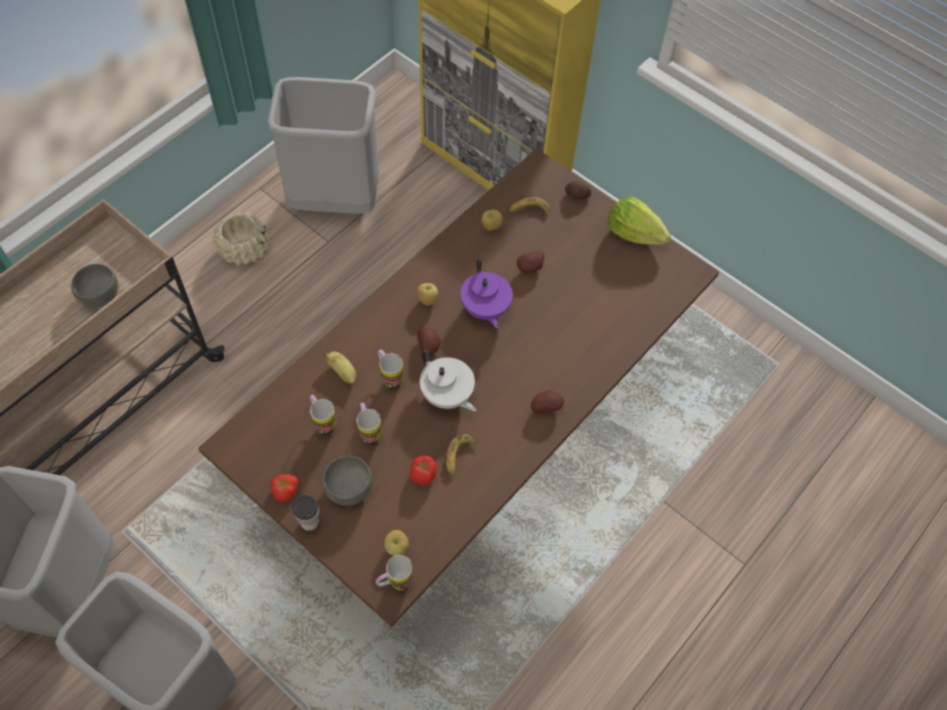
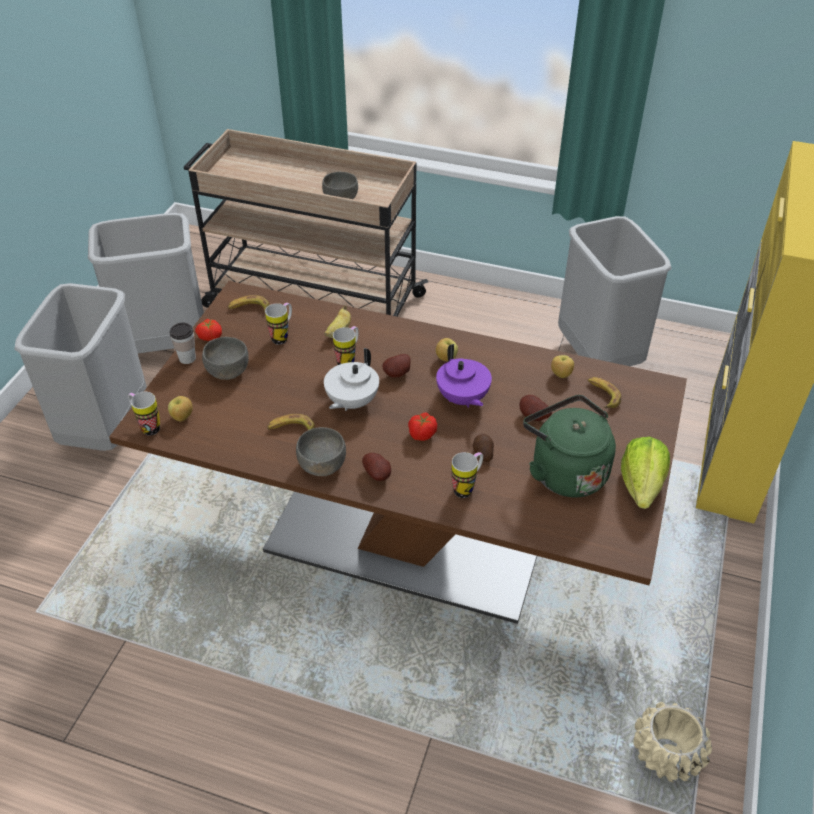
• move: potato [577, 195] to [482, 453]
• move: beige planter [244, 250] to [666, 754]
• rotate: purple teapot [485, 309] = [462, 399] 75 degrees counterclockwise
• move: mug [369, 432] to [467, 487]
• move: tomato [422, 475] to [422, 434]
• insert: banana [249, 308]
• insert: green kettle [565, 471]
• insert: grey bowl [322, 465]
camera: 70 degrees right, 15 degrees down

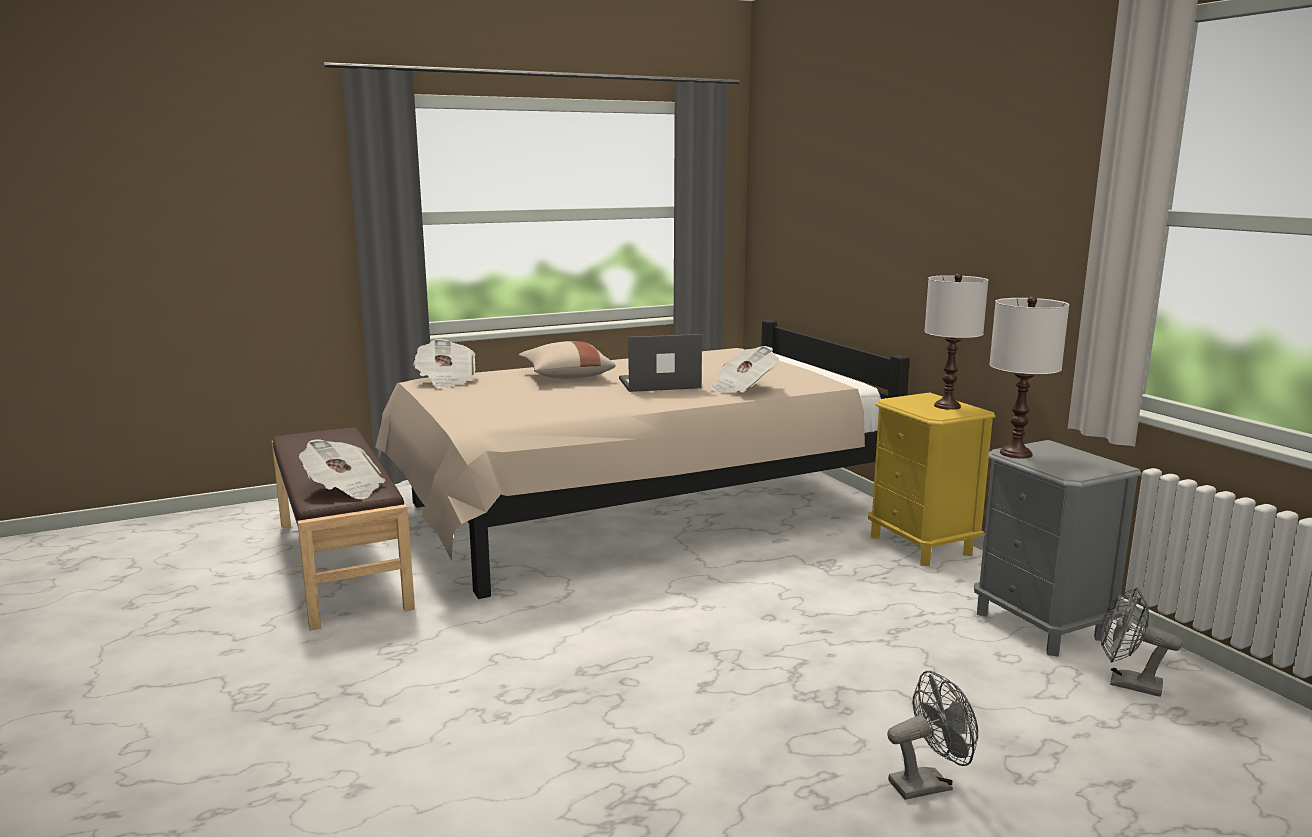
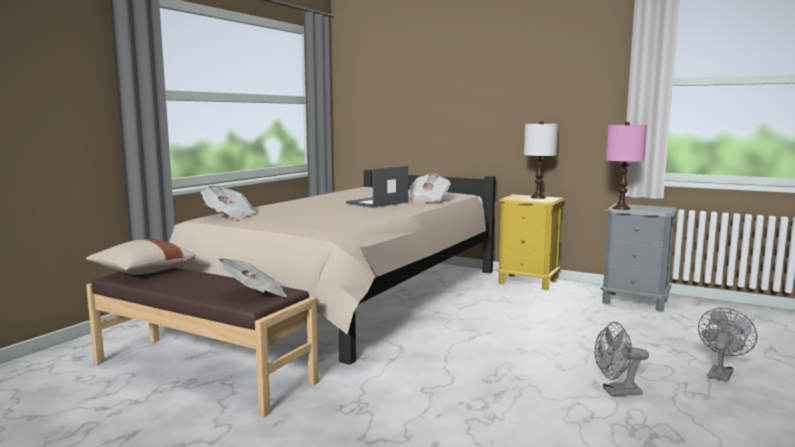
• recolor: white table lamp [1016, 453] to pink table lamp [621, 208]
• move: beige pillow [565, 377] to [142, 272]
• move: grey fan [1126, 683] to [616, 392]
camera: 35 degrees left, 5 degrees down

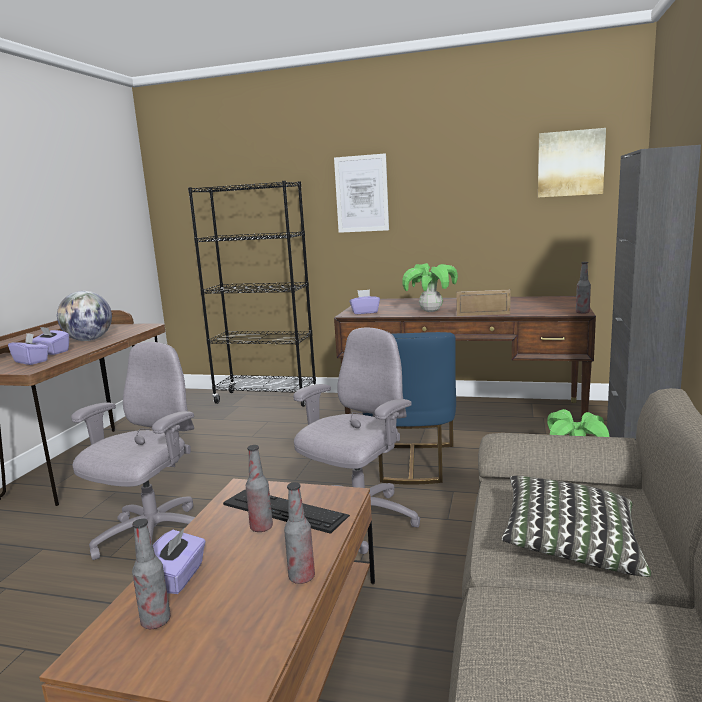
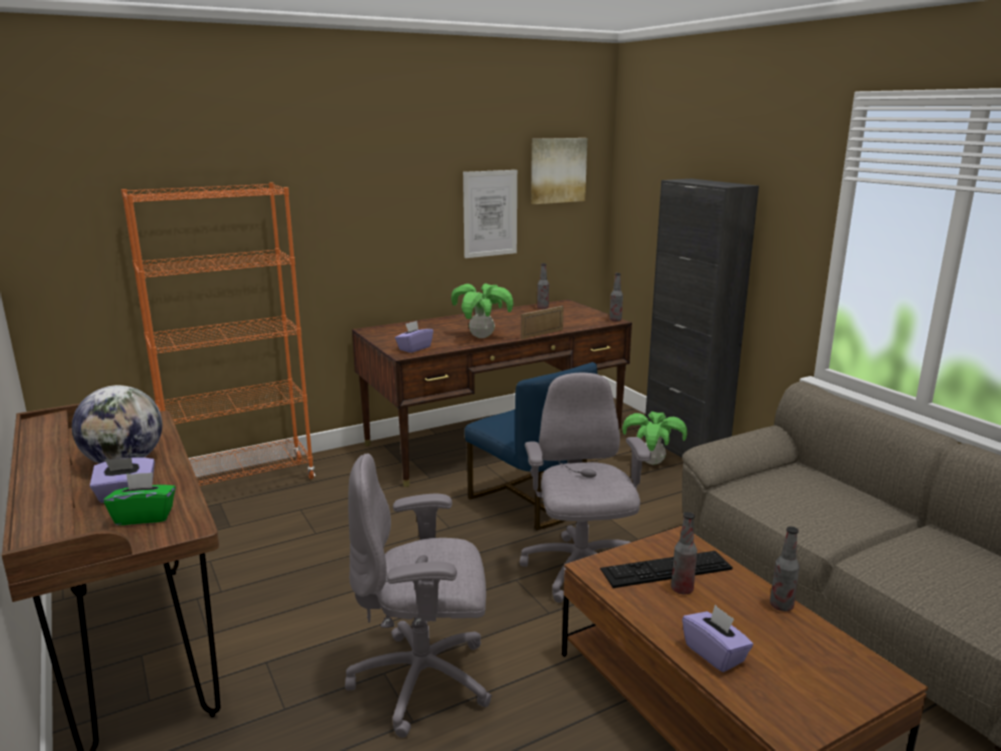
• move: picture [361, 194] to [490, 213]
• recolor: black bookcase [266, 399] to orange bookcase [242, 483]
• recolor: purple tissue box [31, 361] to green tissue box [144, 516]
• rotate: grey office chair [153, 539] = [424, 681] 75 degrees counterclockwise
• delete: pillow [570, 545]
• move: bottle [156, 621] to [542, 308]
camera: 45 degrees left, 5 degrees up

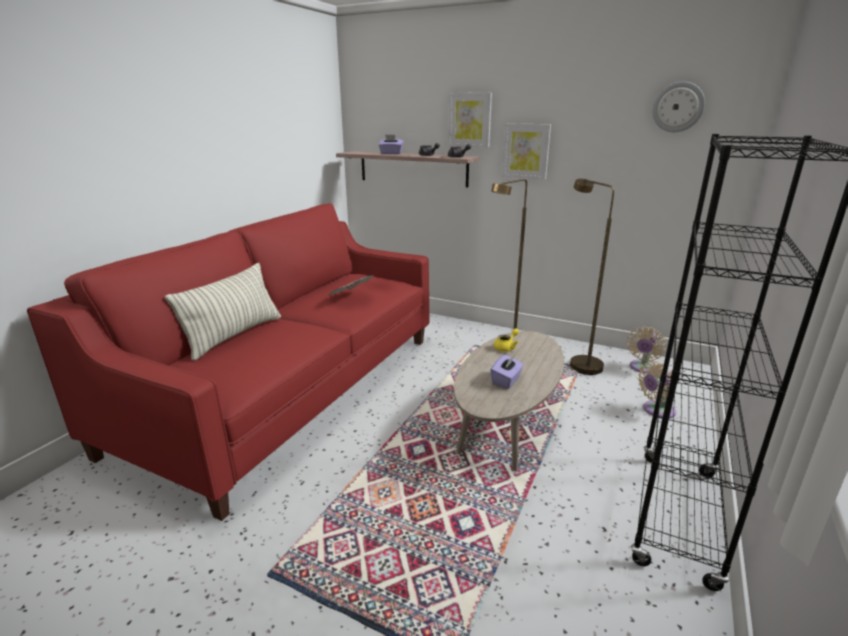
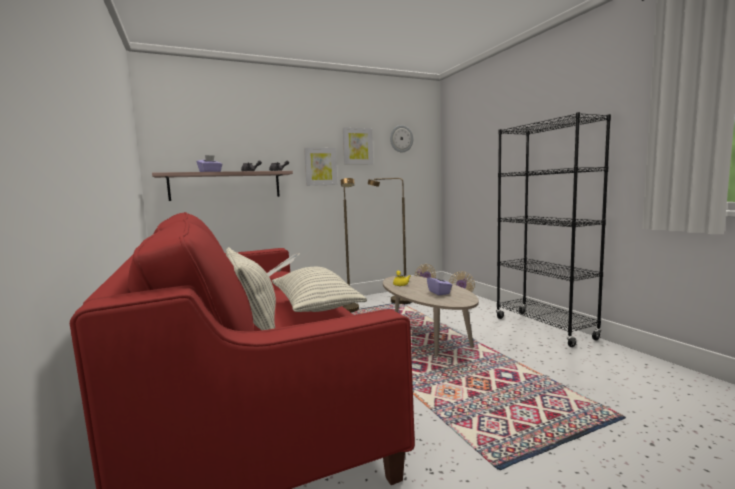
• move: picture [470, 120] to [357, 146]
• insert: pillow [315, 306]
camera: 50 degrees left, 15 degrees down

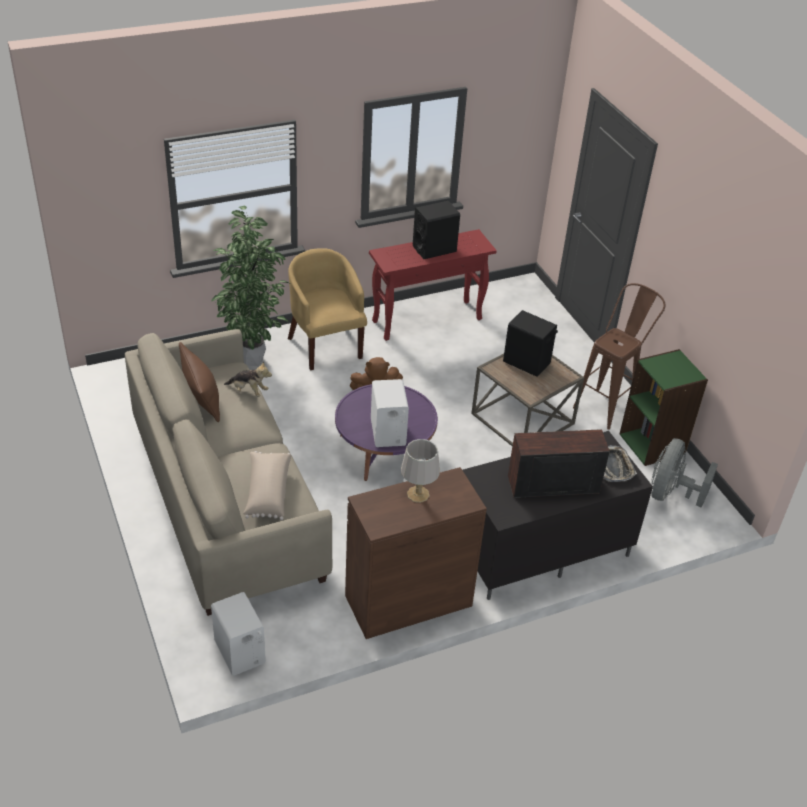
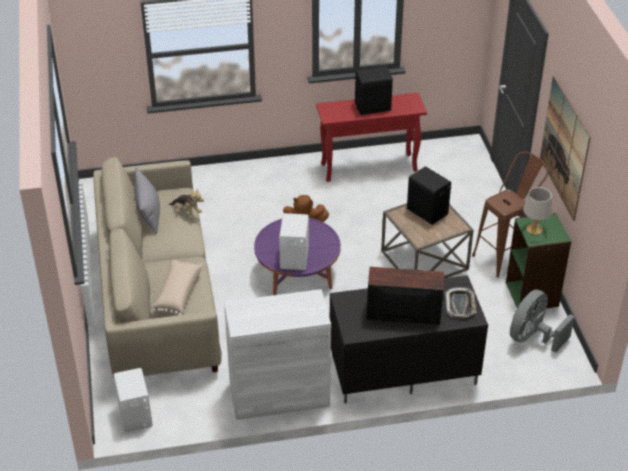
• delete: potted plant [254, 358]
• delete: yellow armchair [325, 345]
• recolor: brown pillow [201, 397] to grey pillow [148, 213]
• move: grey table lamp [417, 494] to [534, 229]
• recolor: brown cabinet [408, 601] to white cabinet [279, 395]
• insert: picture [565, 148]
camera: 15 degrees right, 0 degrees up

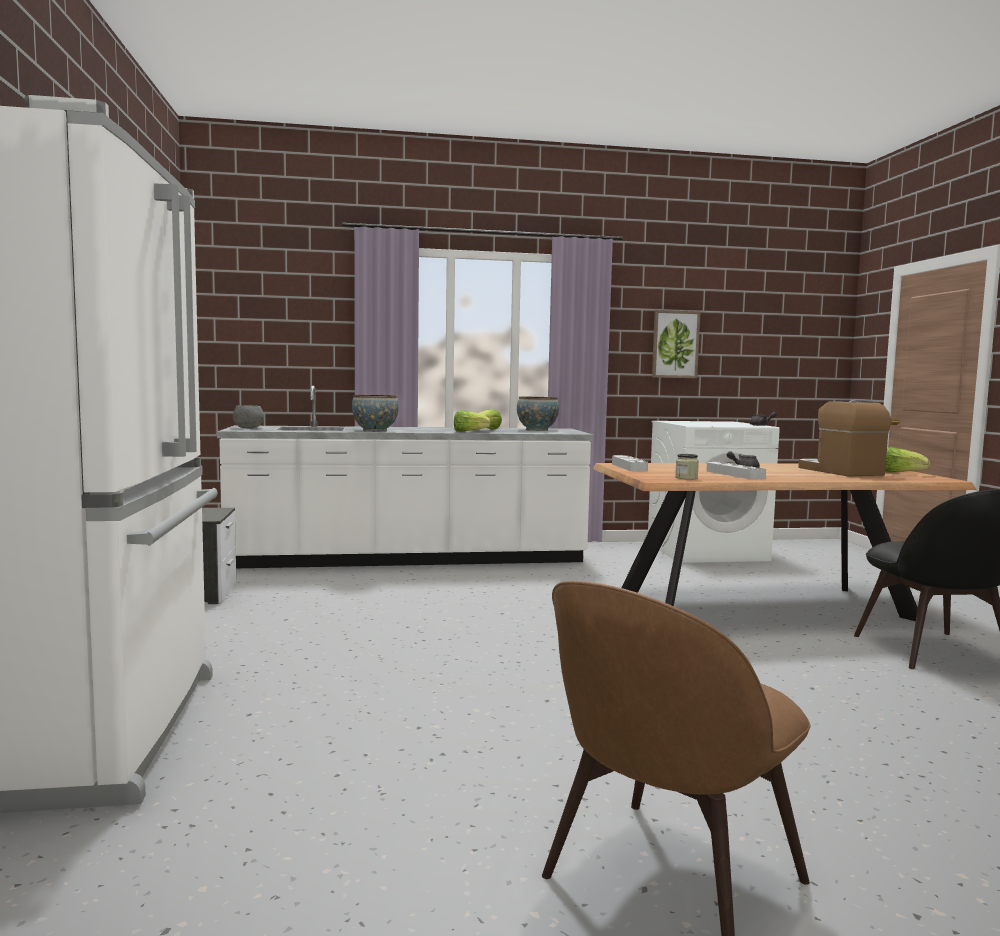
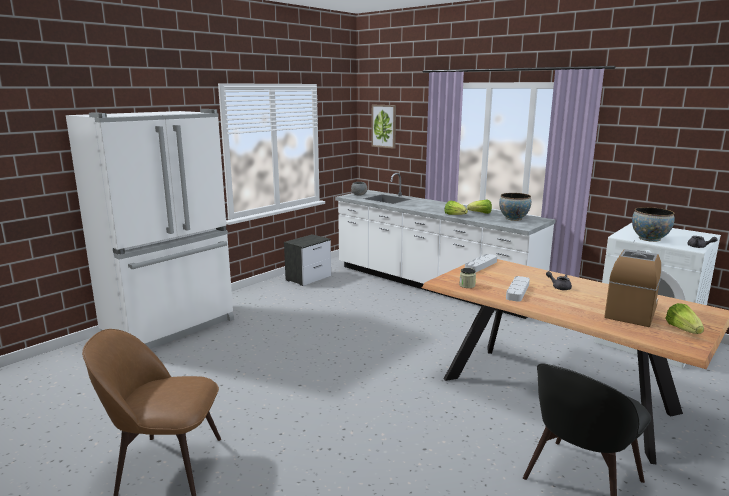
• move: picture [675, 344] to [384, 126]
• move: bowl [375, 431] to [649, 239]
camera: 50 degrees right, 10 degrees up

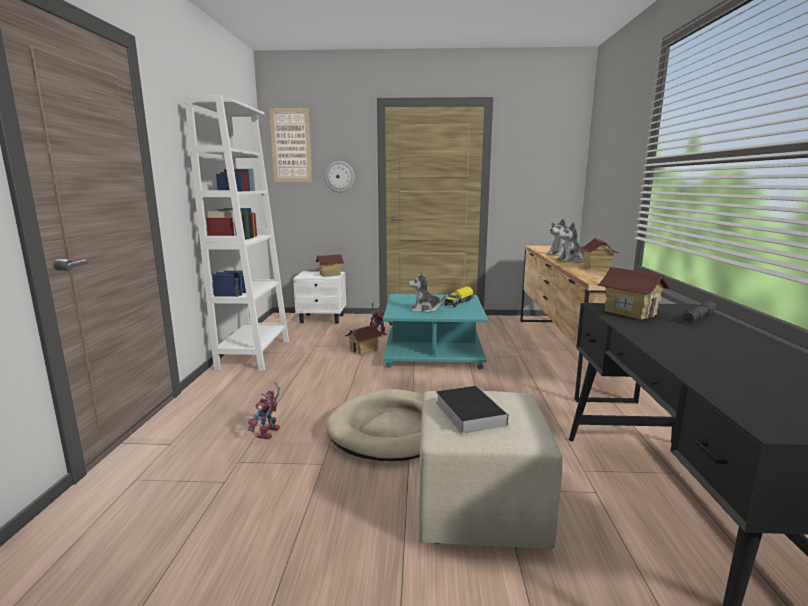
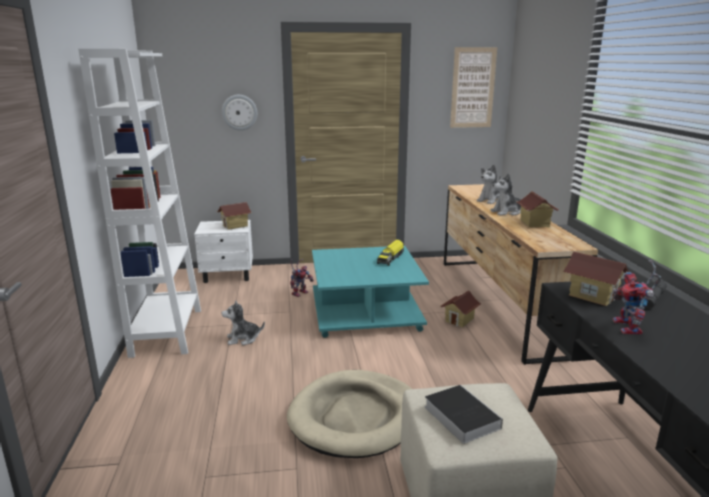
• move: picture [291, 145] to [473, 88]
• move: plush toy [425, 309] to [243, 339]
• move: toy house [364, 350] to [459, 320]
• move: toy robot [269, 434] to [630, 329]
camera: 10 degrees left, 5 degrees up

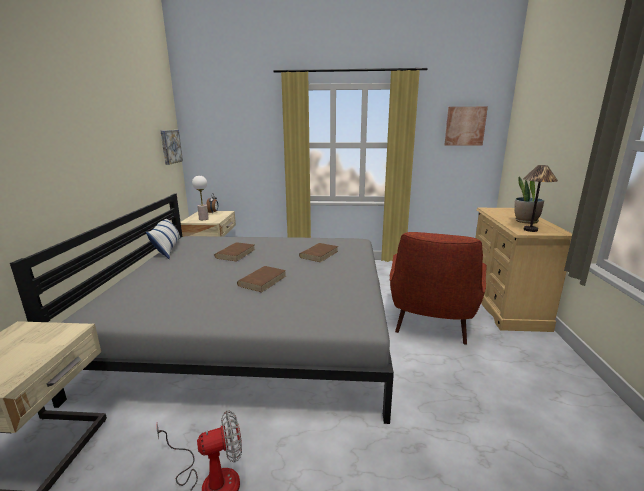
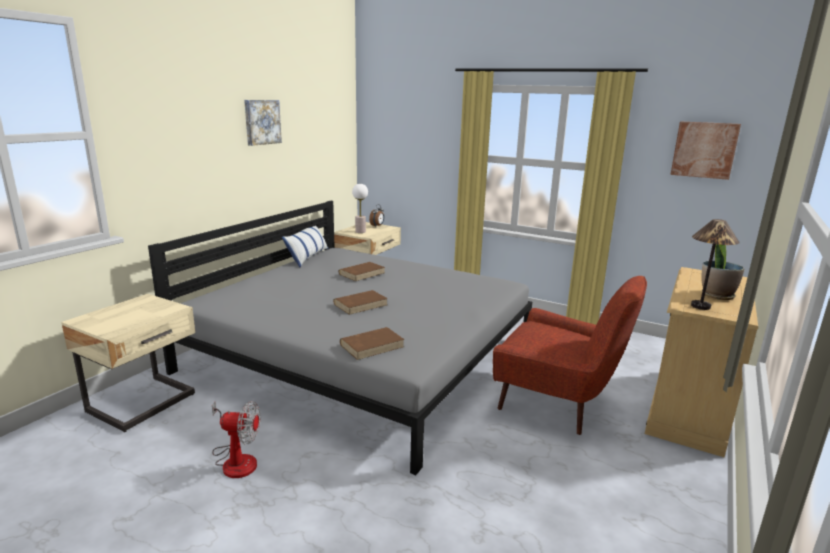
• move: picture [170, 146] to [261, 122]
• rotate: red armchair [431, 324] = [557, 403] 105 degrees counterclockwise
• move: brown book [319, 254] to [372, 345]
camera: 25 degrees right, 0 degrees up

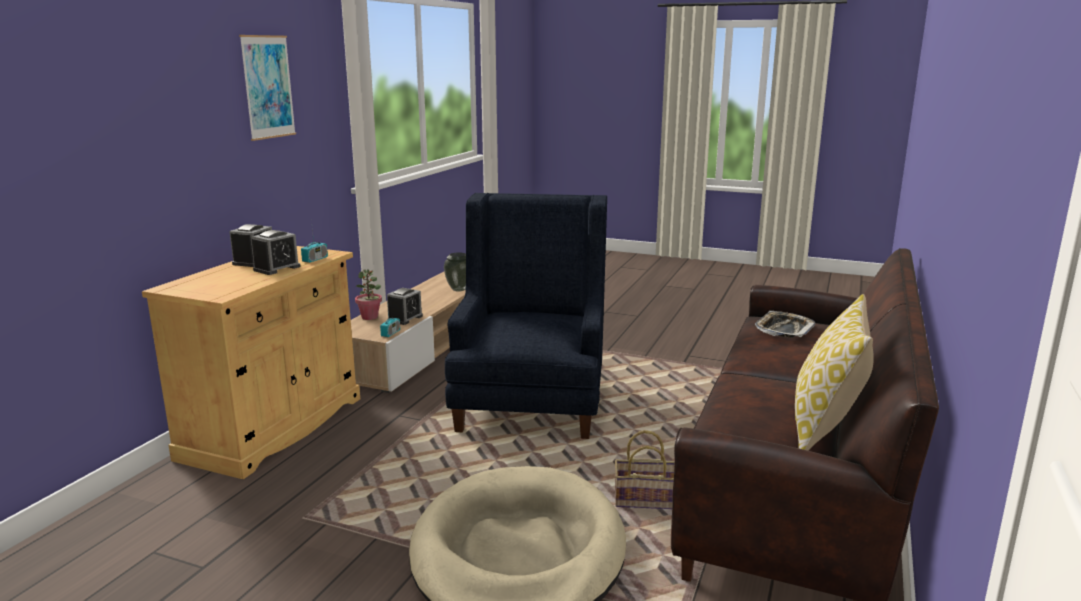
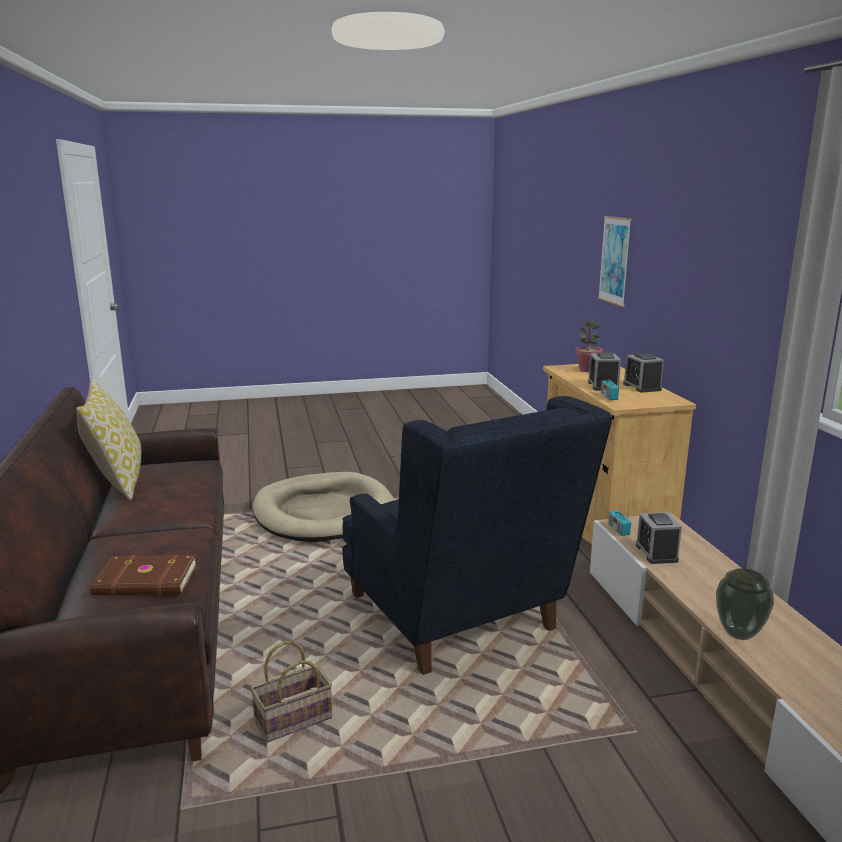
• move: picture [268, 87] to [614, 260]
• move: potted plant [370, 317] to [587, 370]
• replace: tray [784, 329] to brown book [146, 581]
• move: basket [646, 499] to [292, 722]
camera: 145 degrees right, 0 degrees up

